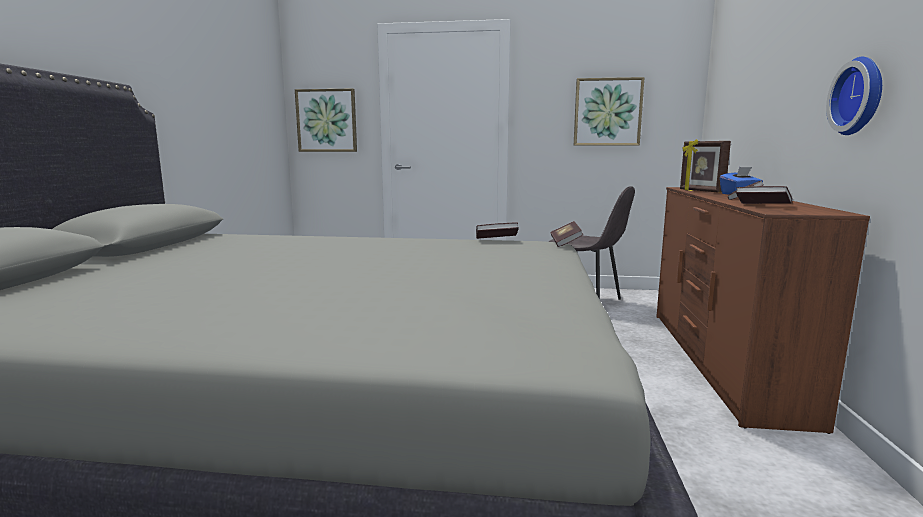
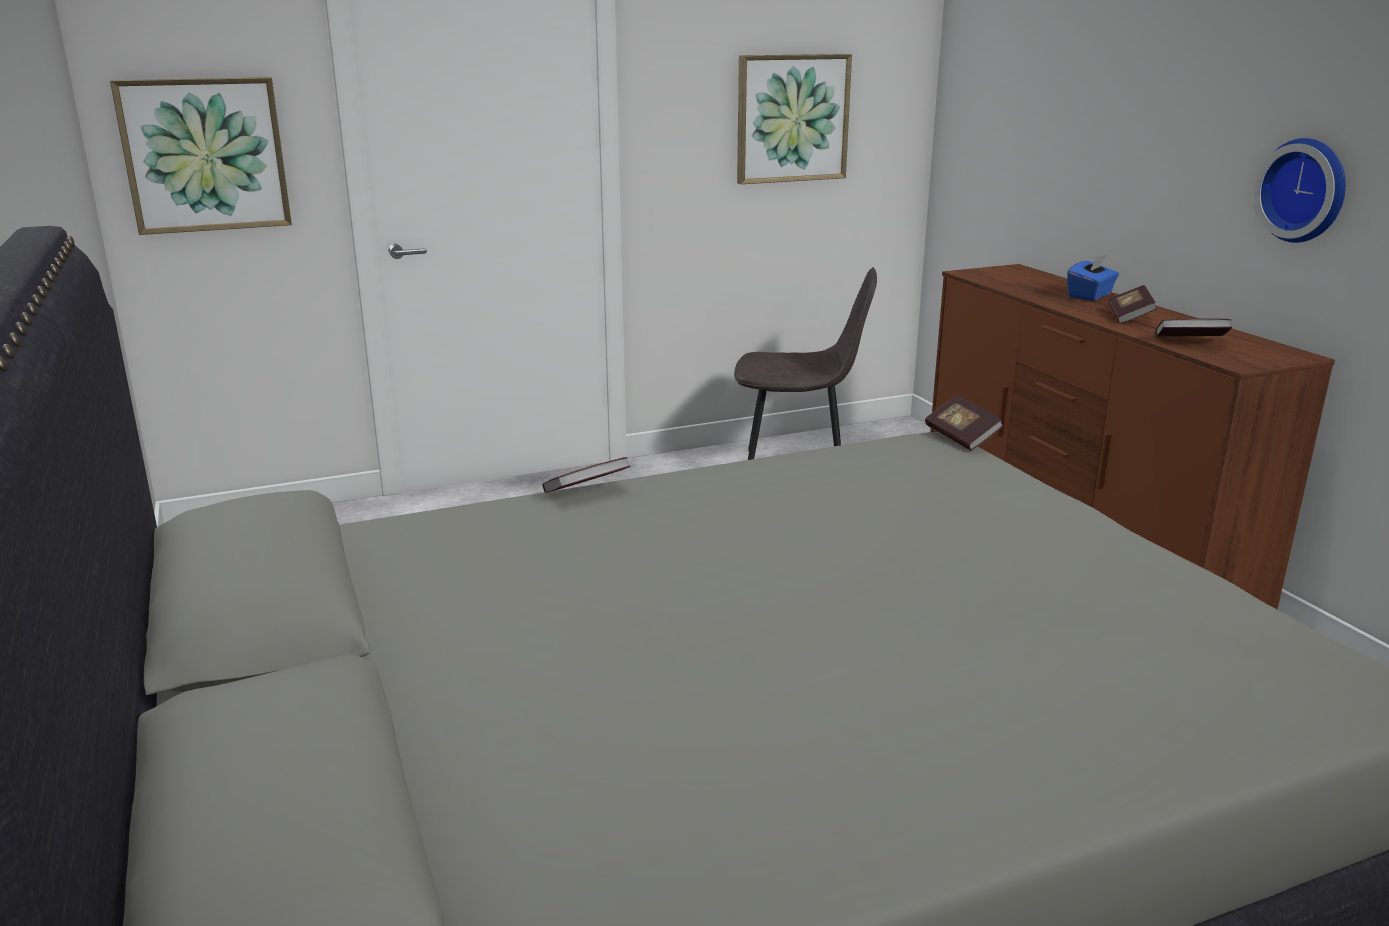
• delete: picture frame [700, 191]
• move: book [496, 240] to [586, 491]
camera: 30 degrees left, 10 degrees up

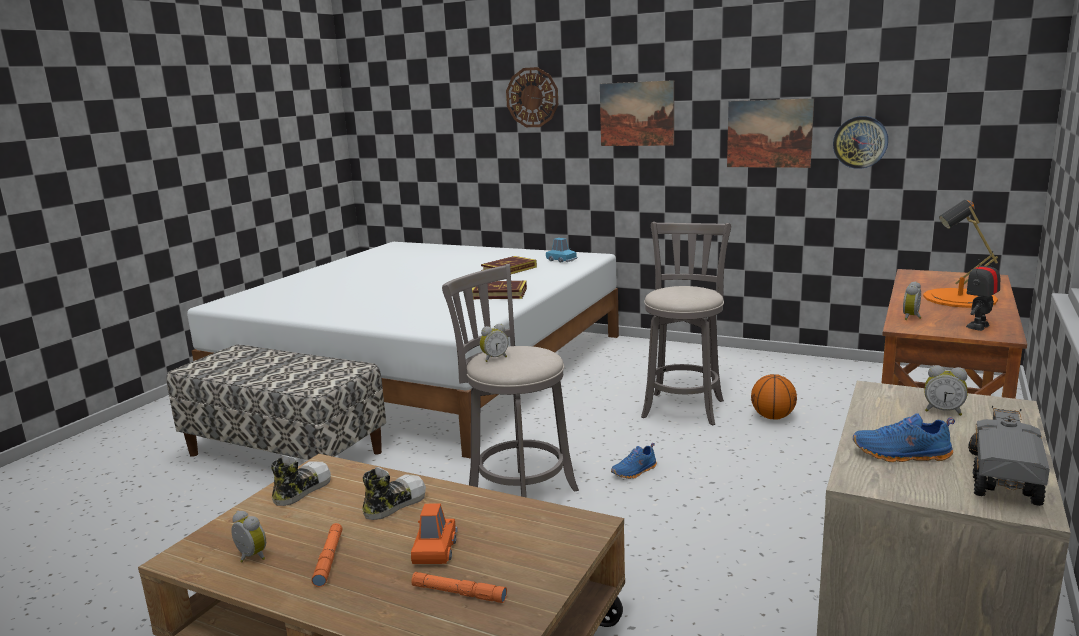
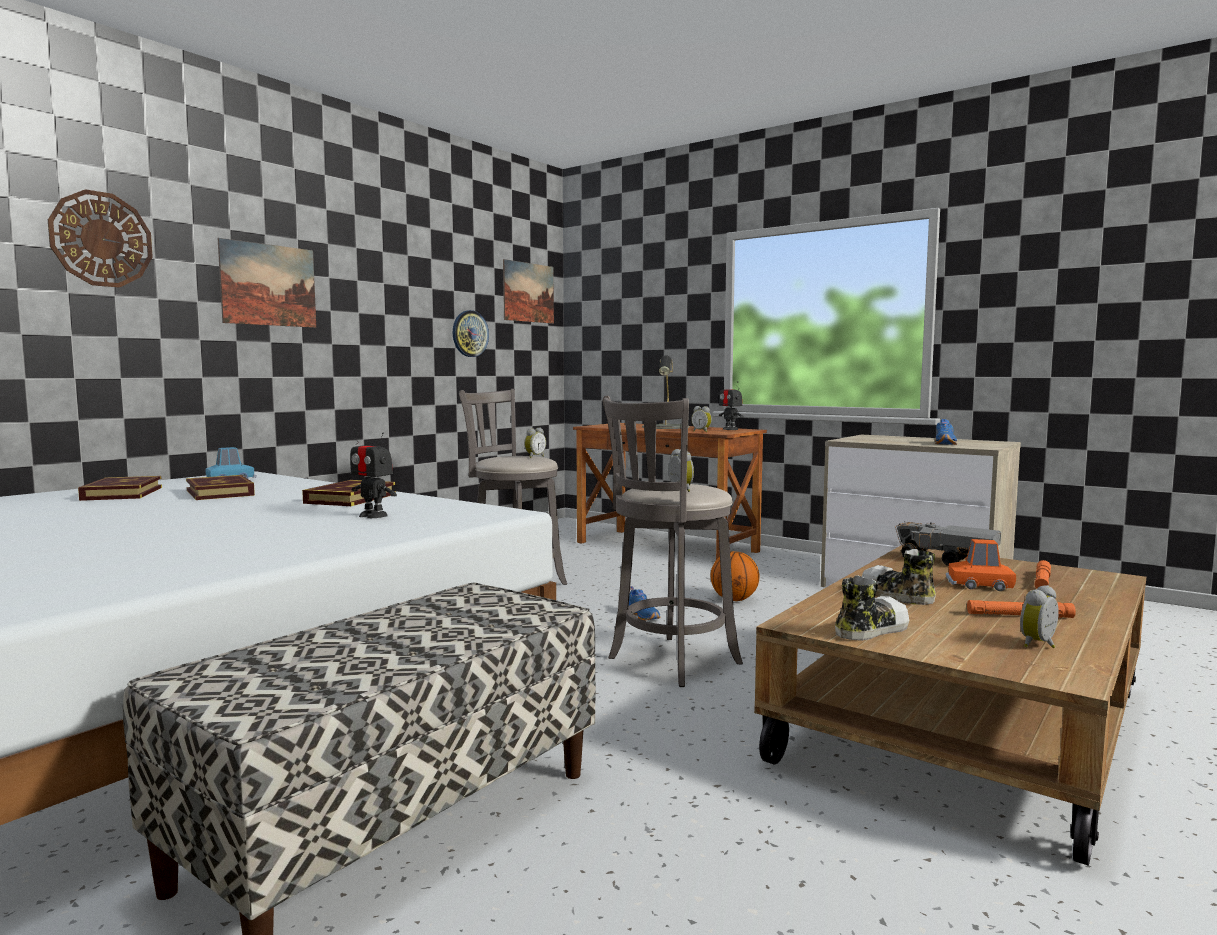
• move: picture [769, 133] to [528, 292]
• recolor: orange table lamp [959, 298] to grey table lamp [665, 427]
• move: alarm clock [943, 411] to [534, 457]
• move: basketball [773, 417] to [734, 599]
• move: toy truck [1003, 477] to [946, 561]
• rotate: shoe [301, 490] = [869, 630] 105 degrees clockwise
• insert: toy robot [373, 515]
• insert: book [122, 493]
camera: 80 degrees left, 10 degrees down

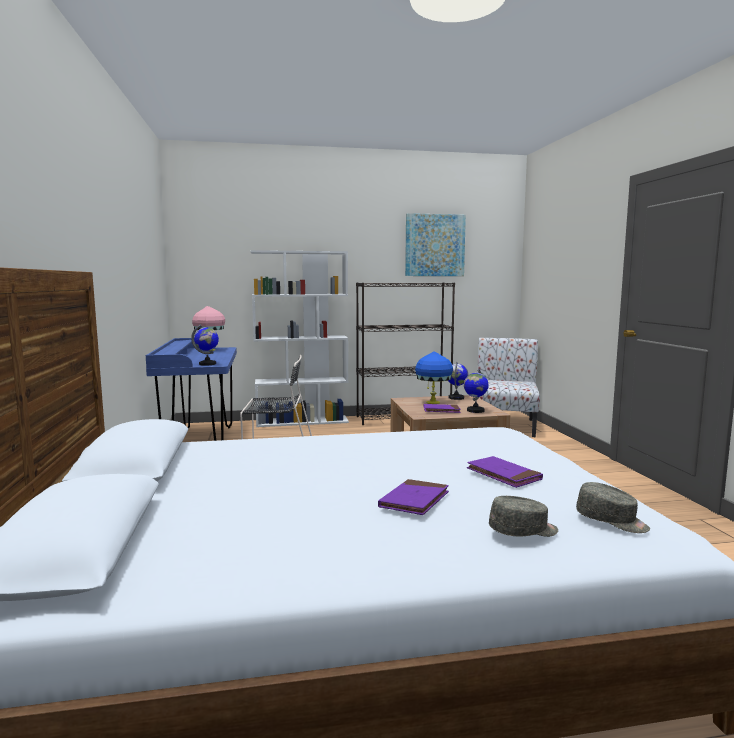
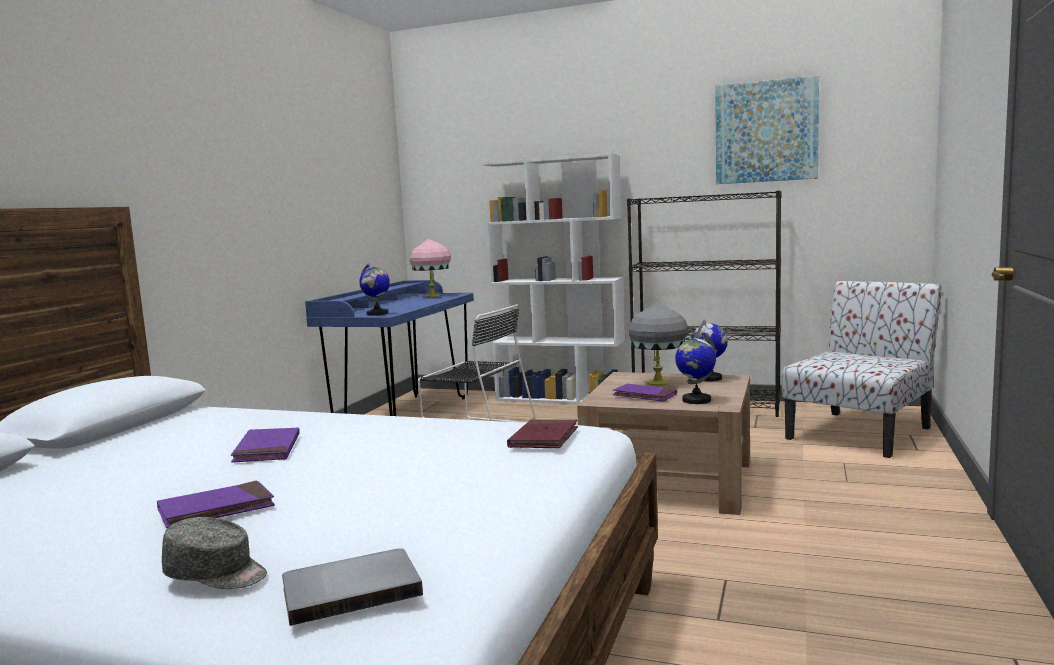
• recolor: blue table lamp [433, 402] to grey table lamp [659, 382]
• move: purple book [503, 475] to [267, 449]
• replace: grey cap [611, 521] to grey book [350, 589]
• insert: red book [544, 438]
camera: 30 degrees right, 0 degrees up

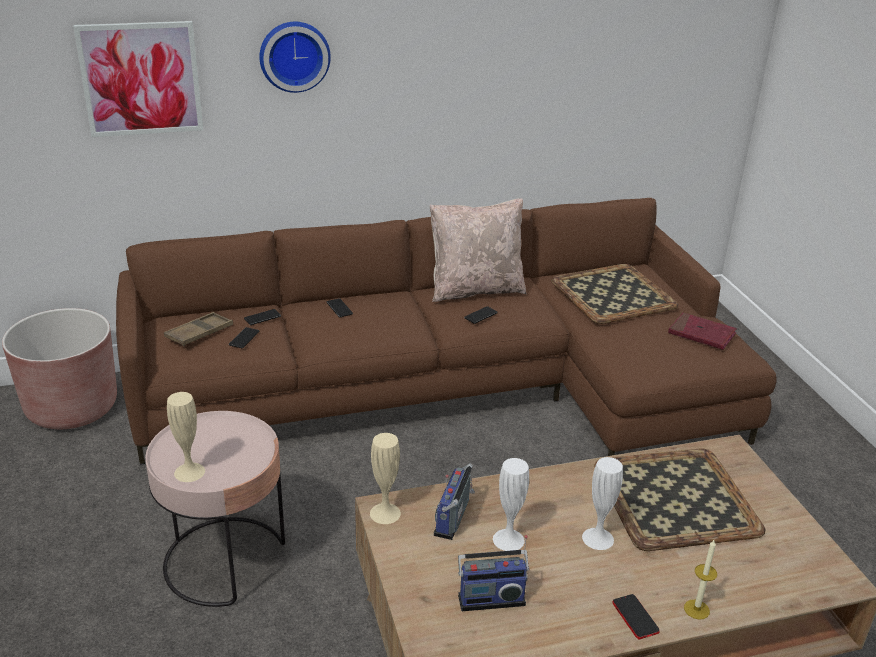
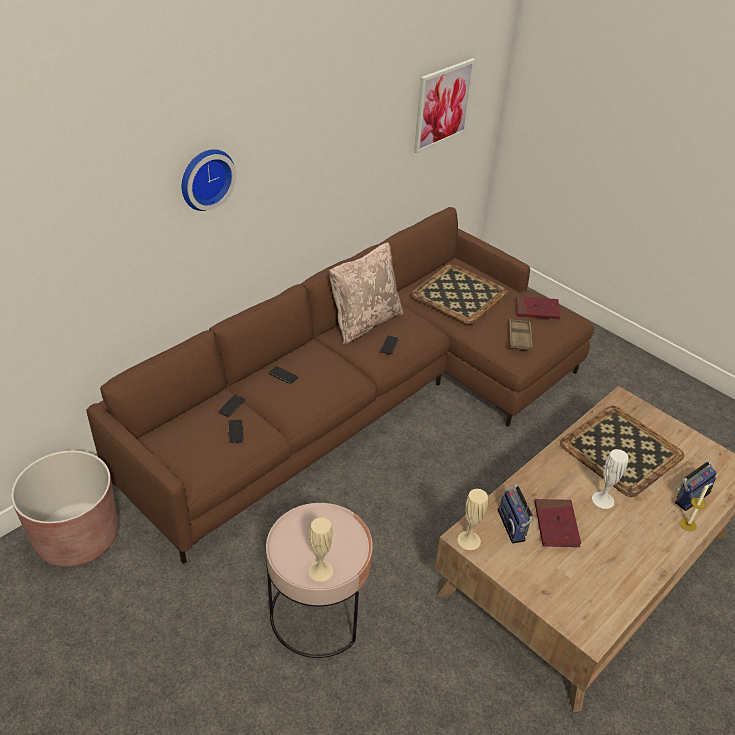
• move: picture [141, 79] to [443, 105]
• move: brown tray [199, 333] to [519, 337]
• replace: white vase [508, 540] to red book [556, 525]
• move: radio [490, 598] to [690, 496]
• delete: phone [635, 617]
camera: 30 degrees left, 10 degrees up

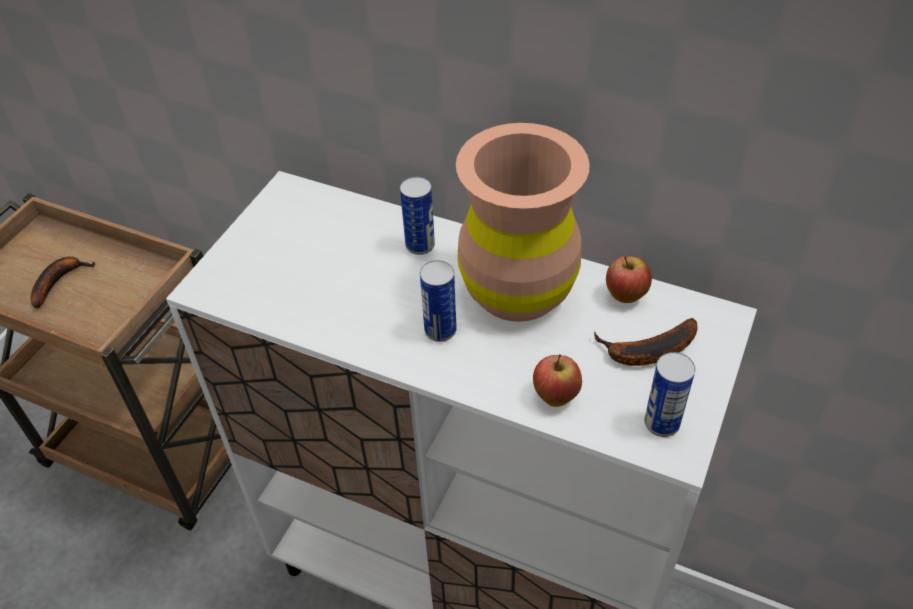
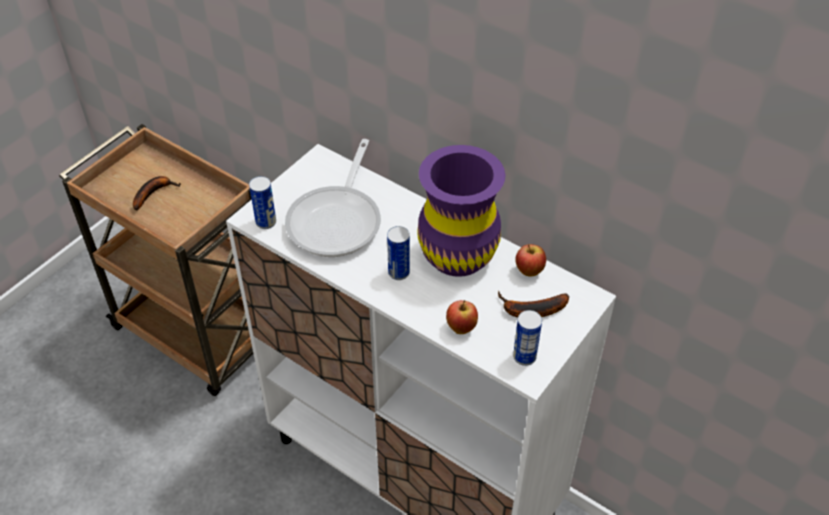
• recolor: brown vase [518, 290] to purple vase [458, 255]
• move: can [420, 245] to [266, 222]
• insert: frying pan [338, 220]
camera: 10 degrees right, 0 degrees up

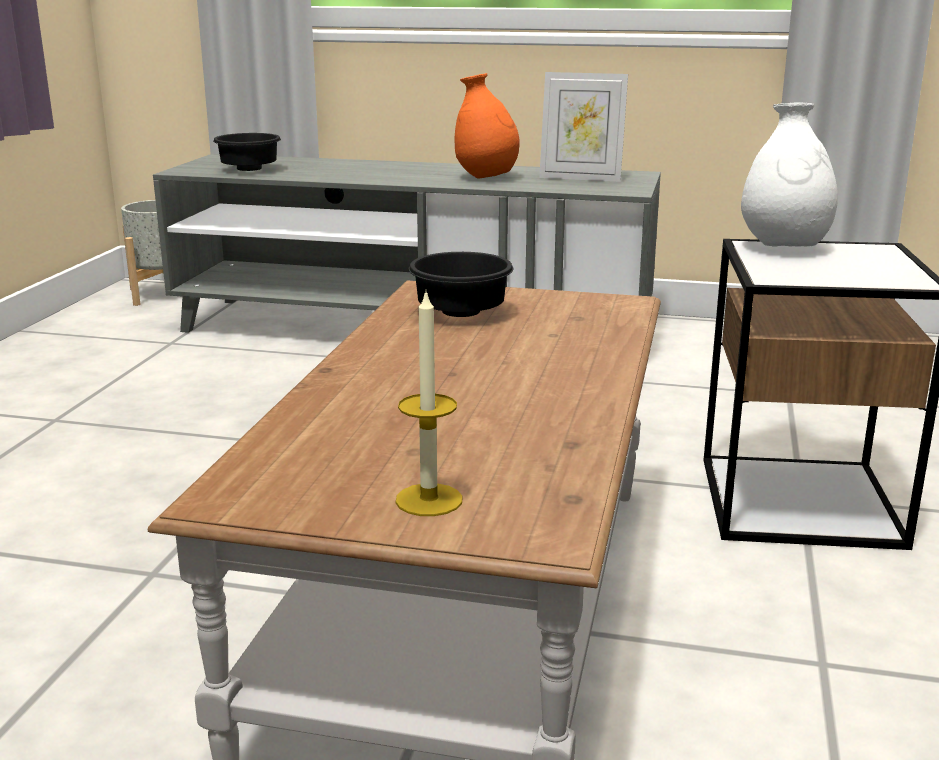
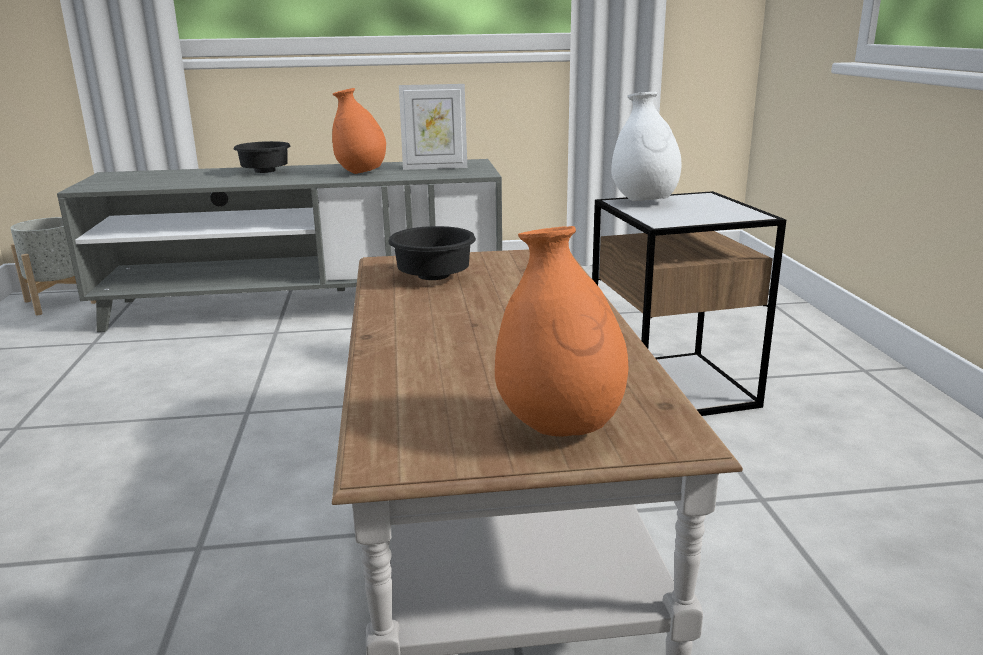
• move: black bowl [251, 169] to [266, 172]
• replace: candle [429, 500] to orange vase [560, 427]
camera: 20 degrees left, 0 degrees up

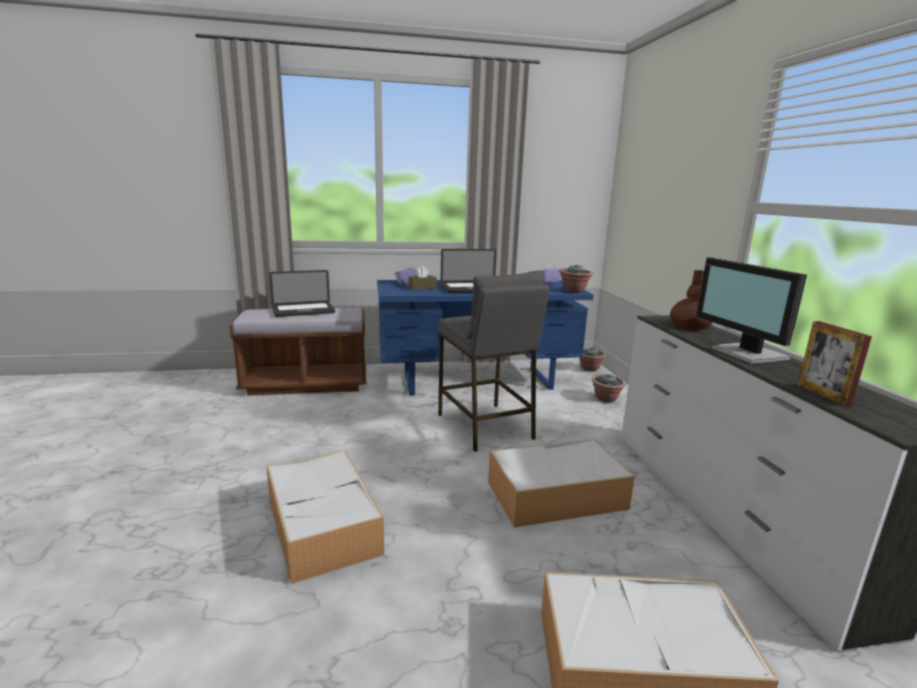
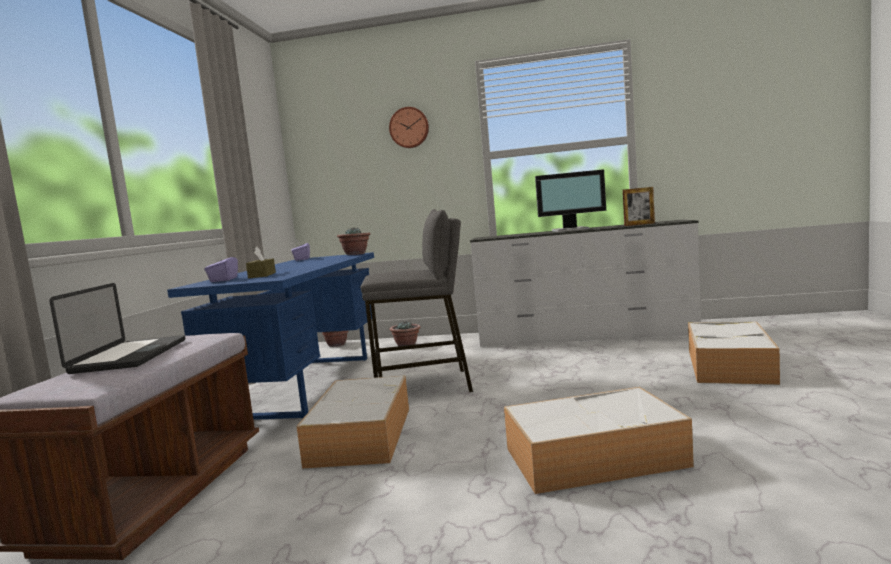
• delete: laptop [471, 289]
• delete: brown vase [690, 326]
• move: storage box [557, 494] to [361, 434]
• insert: wall clock [409, 128]
camera: 70 degrees left, 10 degrees down

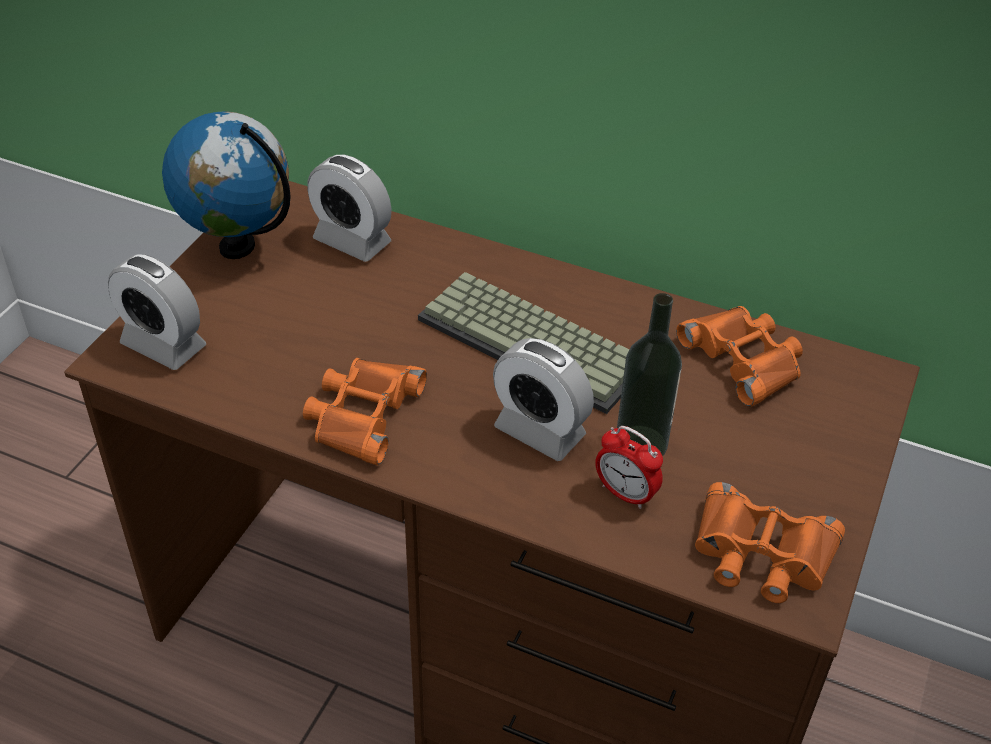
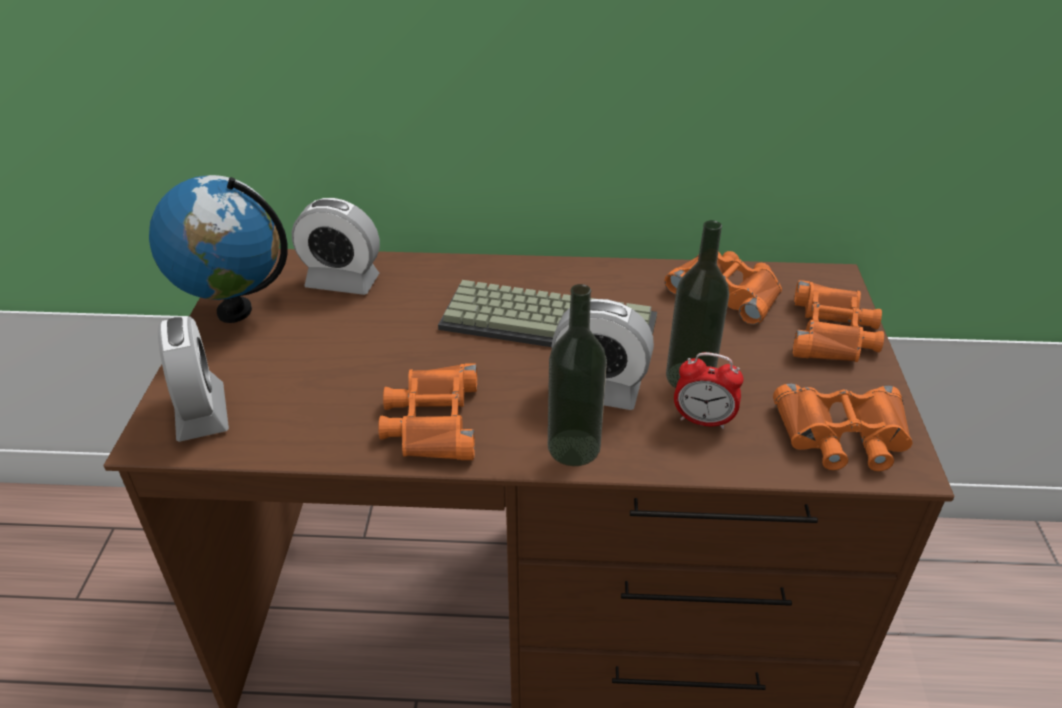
• rotate: alarm clock [163, 345] = [201, 413] 120 degrees counterclockwise
• insert: orange binoculars [833, 333]
• insert: bottle [574, 447]
camera: 20 degrees left, 5 degrees down

